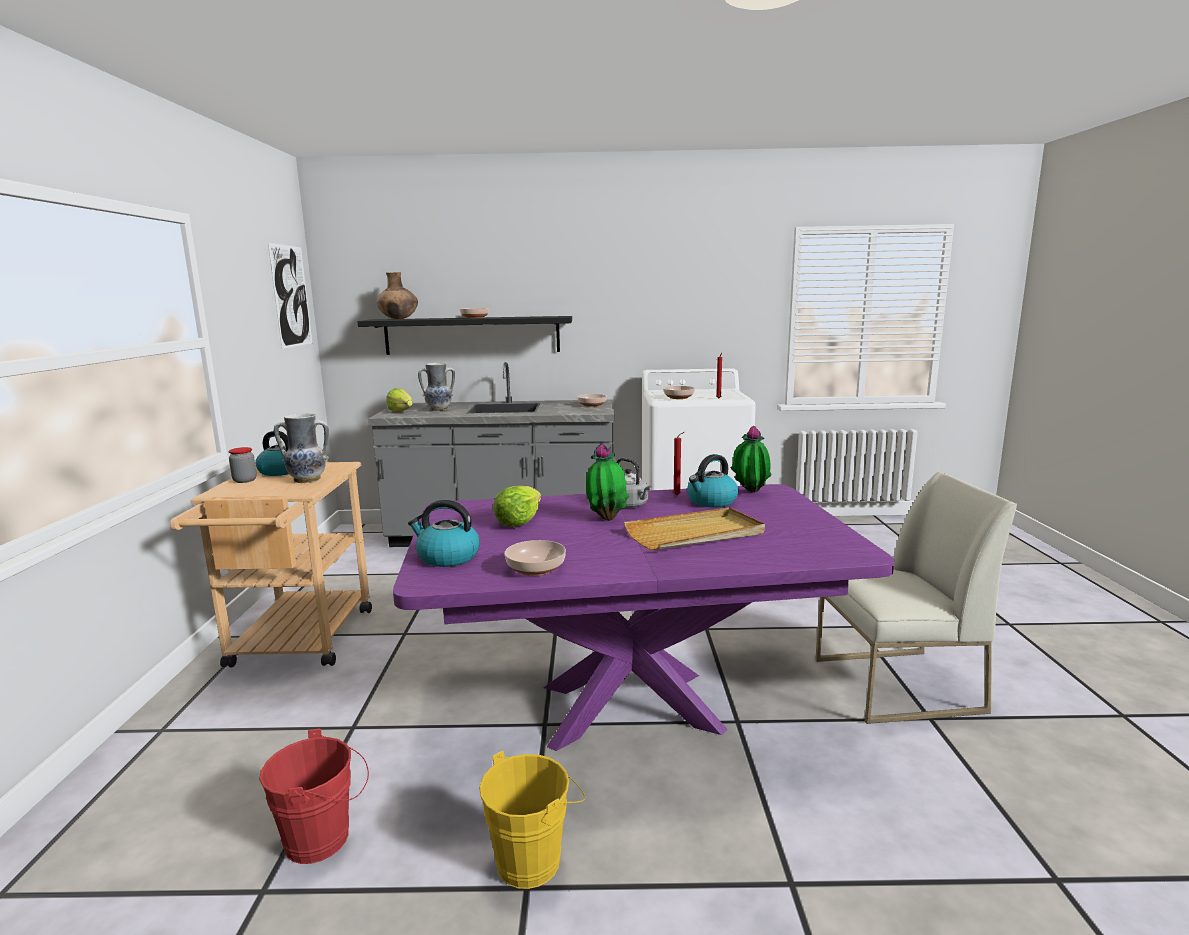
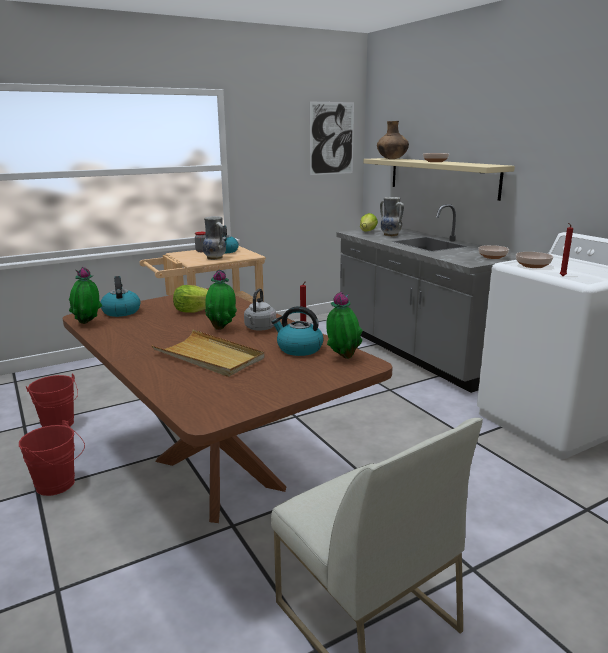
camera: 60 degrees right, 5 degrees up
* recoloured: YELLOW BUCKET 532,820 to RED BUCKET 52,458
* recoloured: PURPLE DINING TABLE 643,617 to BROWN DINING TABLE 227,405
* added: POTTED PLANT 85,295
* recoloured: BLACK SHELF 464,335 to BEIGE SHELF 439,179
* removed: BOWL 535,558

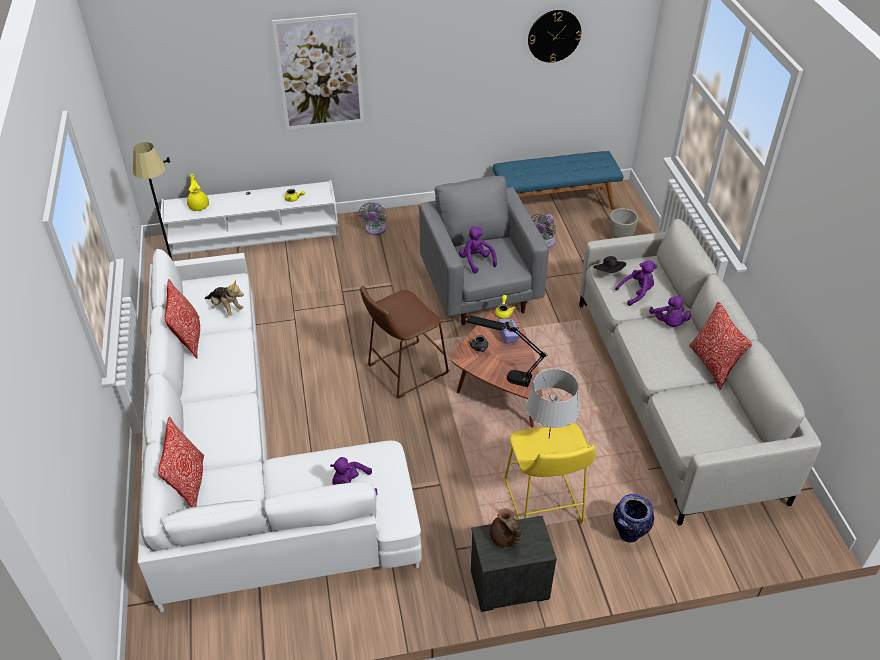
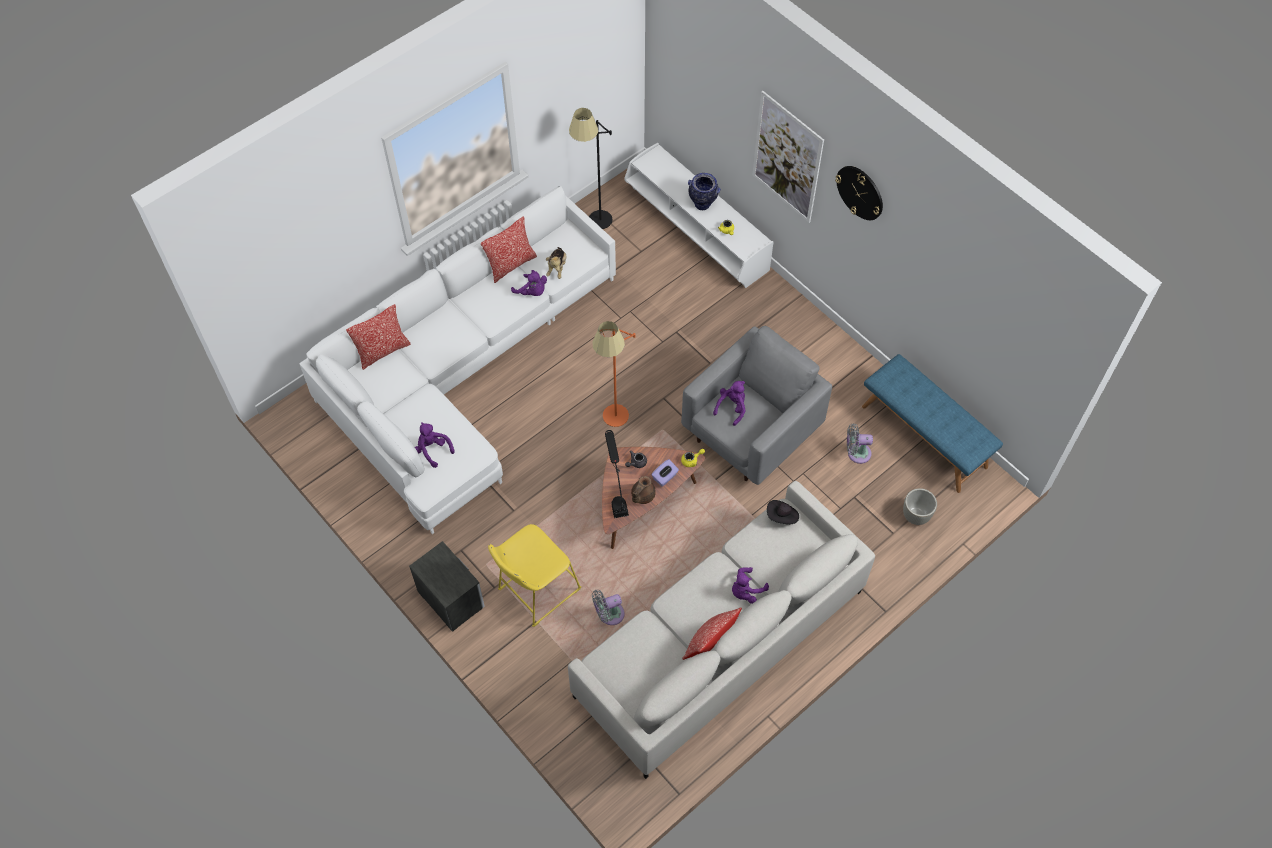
camera: 60 degrees right, 15 degrees up
* moved: PURPLE PLUSH TOY 636,283 to 529,283
* replaced: BROWN STOOL 404,342 to ORANGE FLOOR LAMP 614,374
* moved: GREY FAN 373,218 to 608,607
* moved: BROWN TEAPOT 505,528 to 643,490
* moved: VASE 633,518 to 704,191
* moved: WALL CLOCK 554,36 to 859,193
* removed: YELLOW TEAPOT 198,192
* removed: GREY TABLE LAMP 553,403

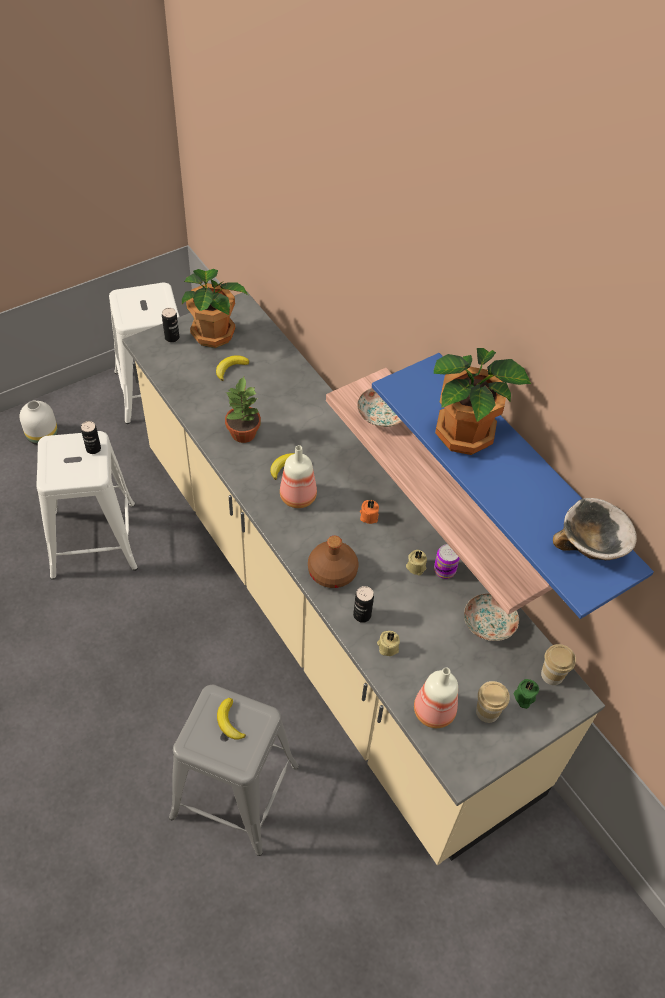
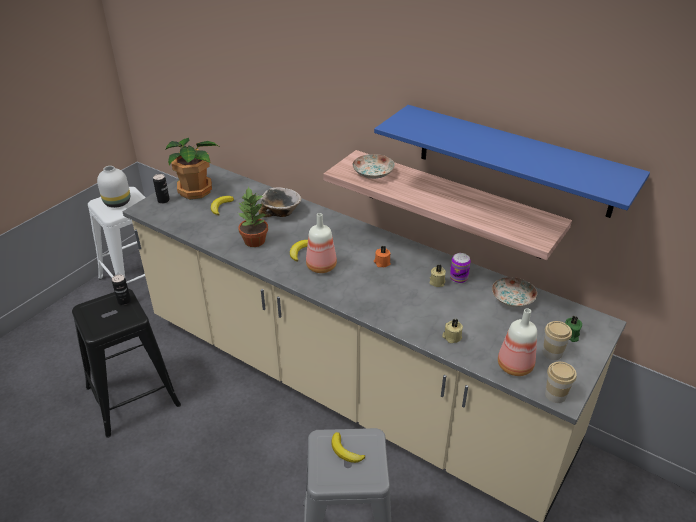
camera: 20 degrees left, 15 degrees down
* recoloured: WHITE STOOL 87,505 to BLACK STOOL 126,363
* moved: WHITE VASE 39,423 to 113,187
* moved: BOWL 595,529 to 279,202
* moved: CUP 558,664 to 561,382
* removed: BROWN BOTTLE 333,562
* removed: CAN 363,604
* removed: POTTED PLANT 482,401

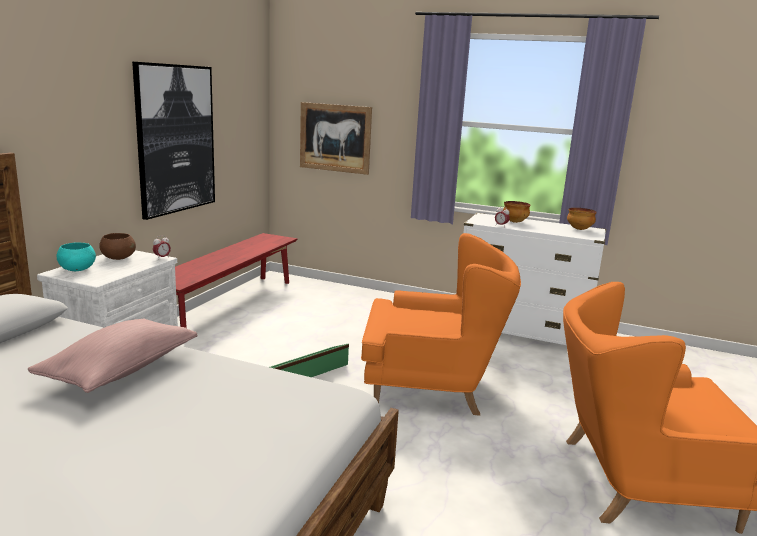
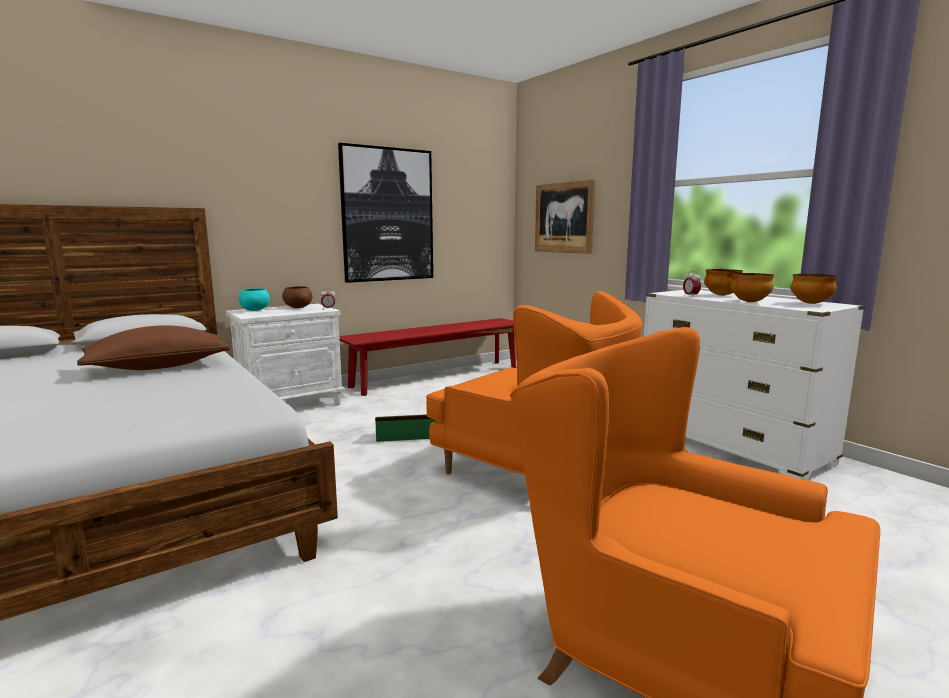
camera: 35 degrees right, 5 degrees down
* recoloured: PINK PILLOW 113,355 to BROWN PILLOW 153,347
* added: BOWL 752,287

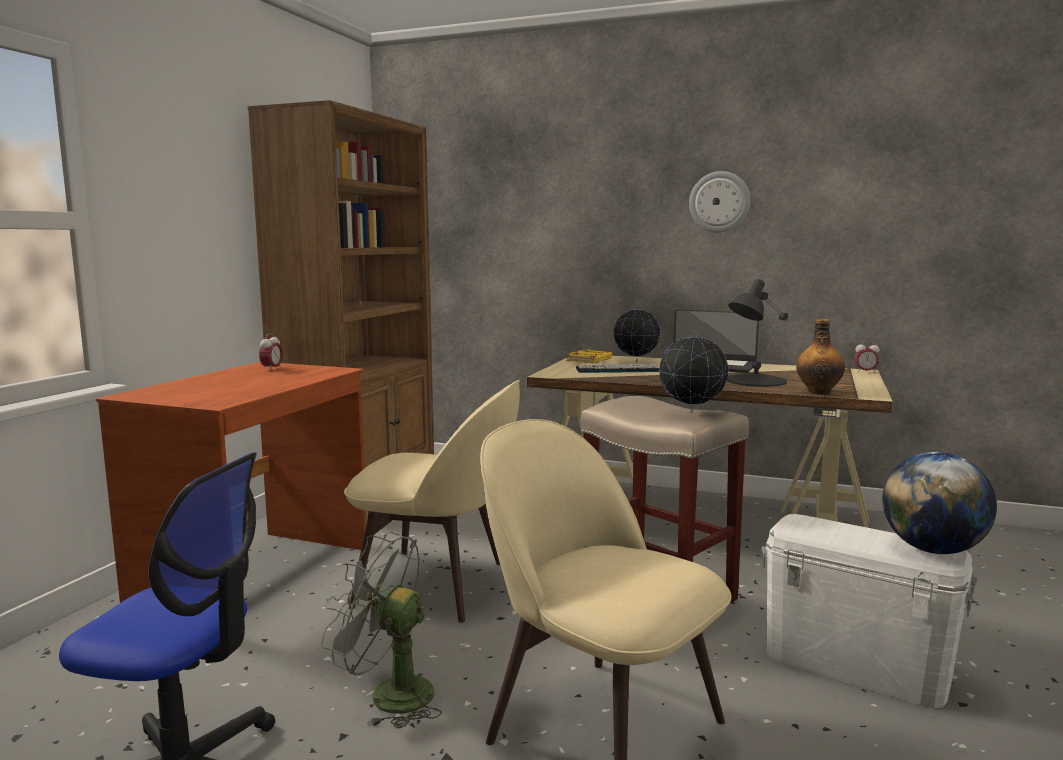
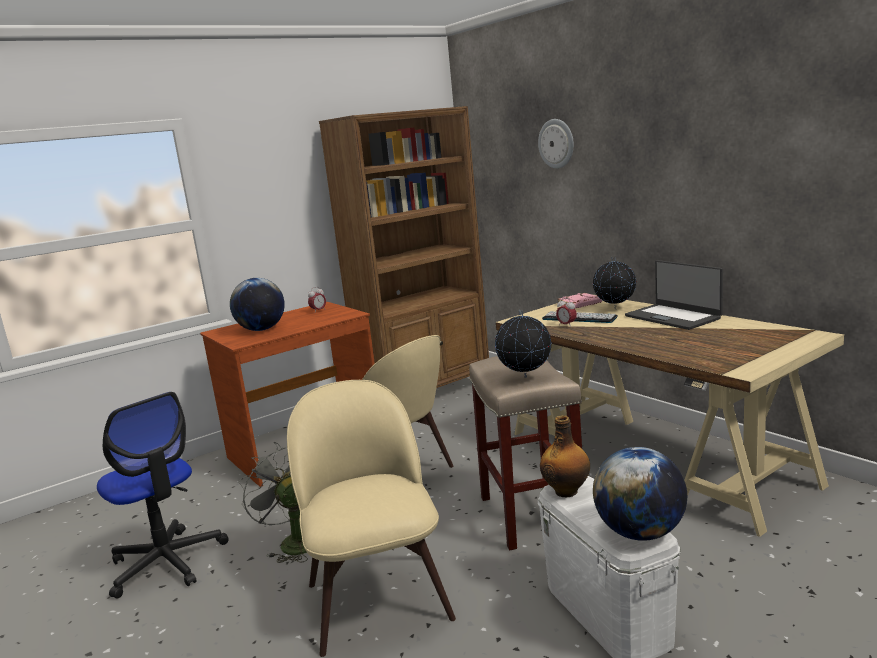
camera: 35 degrees right, 5 degrees up
* added: GLOBE 257,304
* moved: WALL CLOCK 719,201 to 556,144
* moved: BOTTLE 820,357 to 565,456
* moved: ALARM CLOCK 866,357 to 566,312
* recoloured: YELLOW BOOK 589,356 to PINK BOOK 580,300
* removed: BLACK TABLE LAMP 757,333

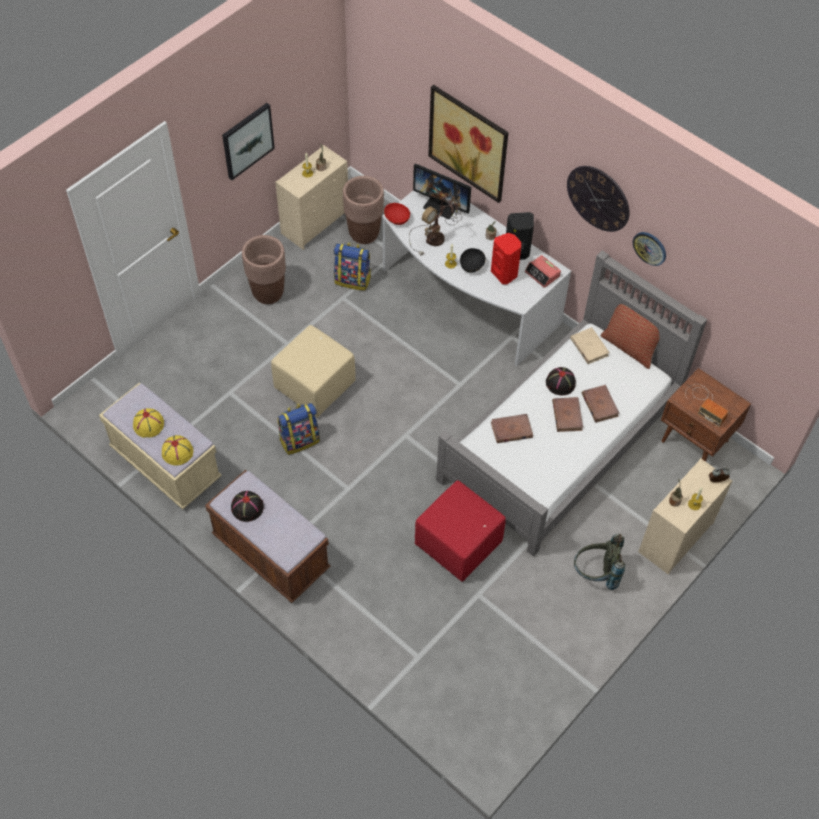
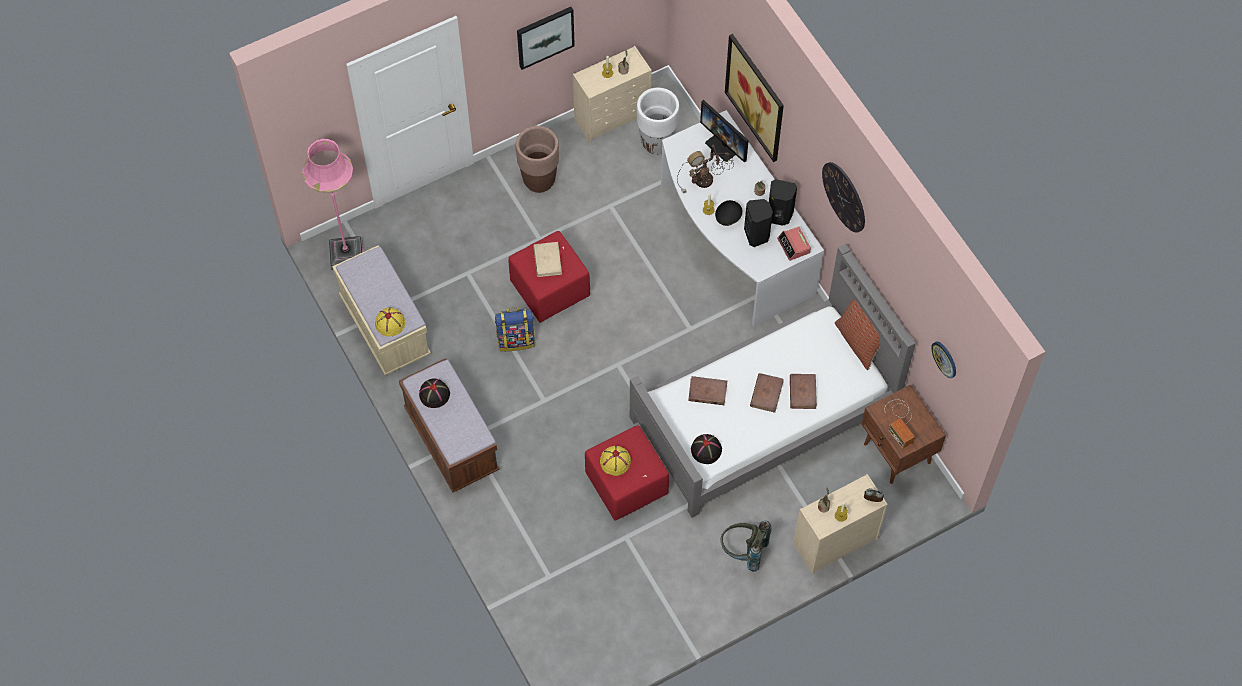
camera: 20 degrees right, 5 degrees up
* added: PINK FLOOR LAMP 332,204
* recoloured: BEIGE OTTOMAN 313,371 to RED OTTOMAN 549,277
* moved: BEIGE BOOK 590,345 to 547,259
* moved: YELLOW HAT 148,423 to 615,461
* recoloured: BROWN PLANTER 363,210 to WHITE PLANTER 658,121
* moved: BLACK HAT 561,381 to 706,449
* recoloured: RED SPEAKER 506,259 to BLACK SPEAKER 758,223
* moved: WALL CLOCK 649,249 to 943,360
* removed: BACKPACK 352,266
* removed: RED BOWL 397,214

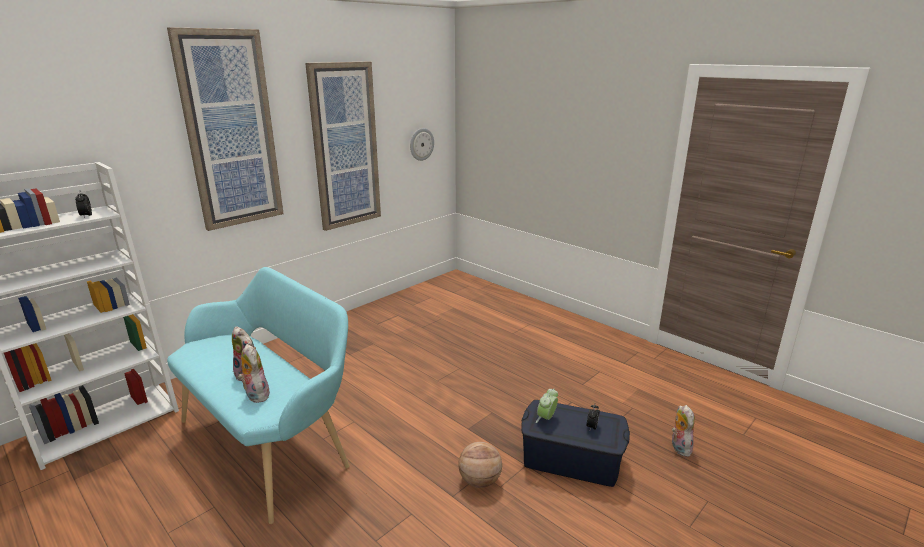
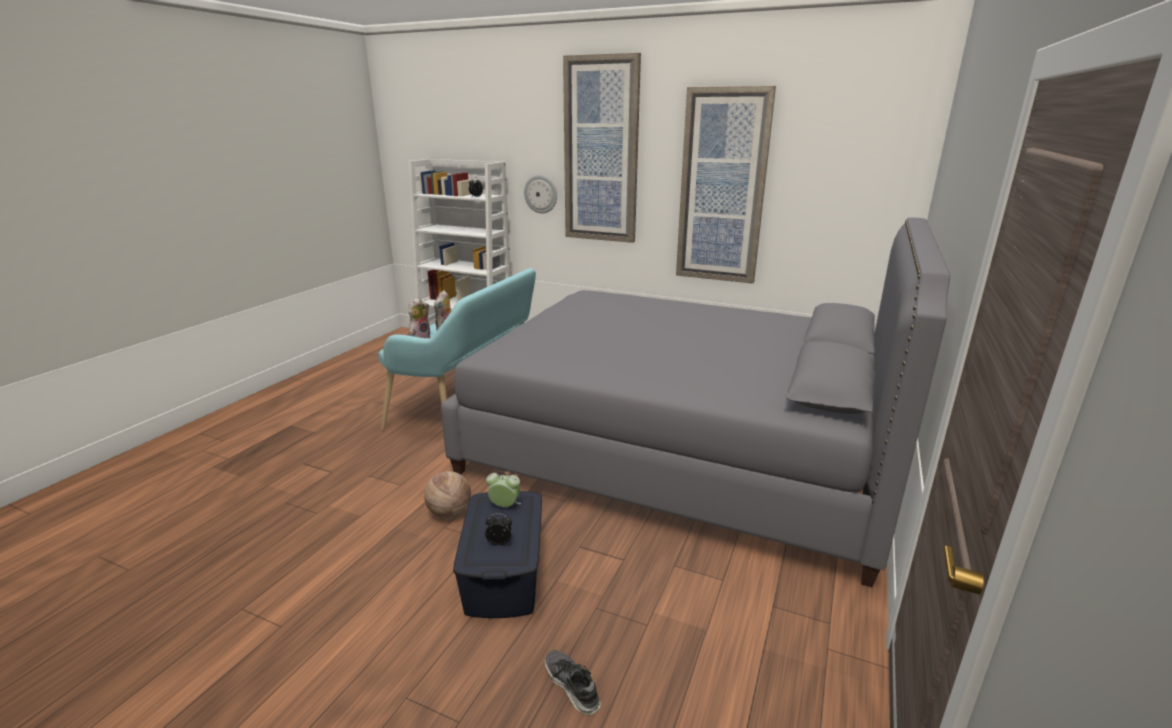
camera: 70 degrees right, 0 degrees up
* added: GREY BED 695,402
* moved: WALL CLOCK 422,144 to 540,194
* replaced: PLUSH TOY 683,431 to SHOE 573,682

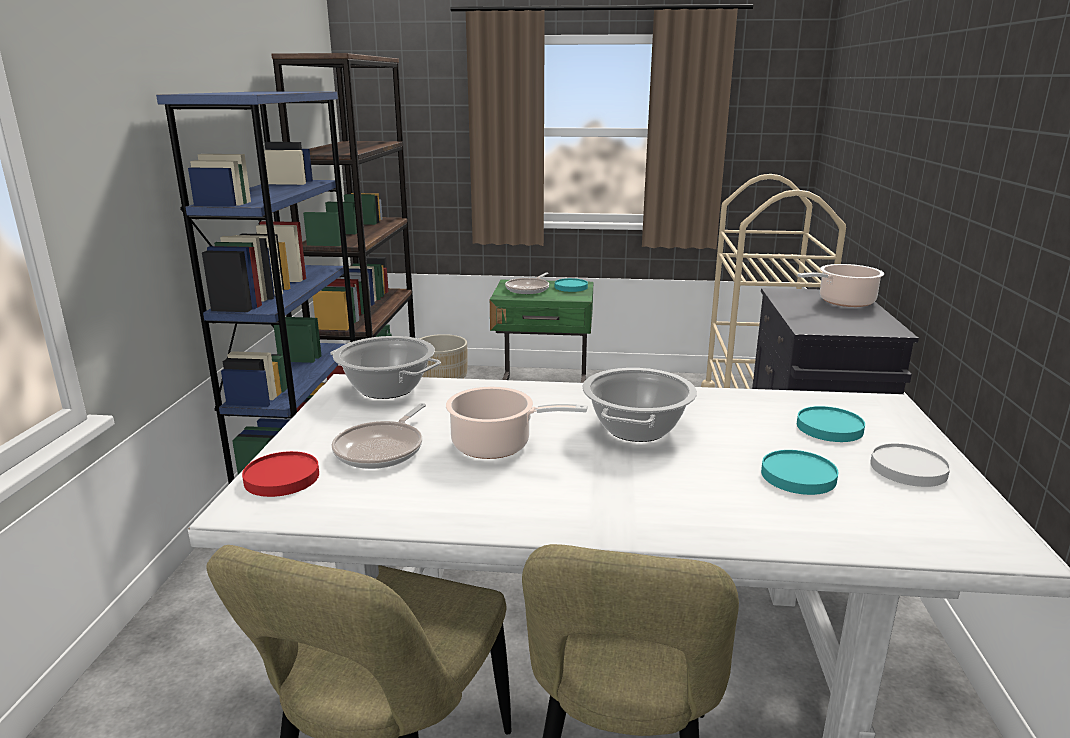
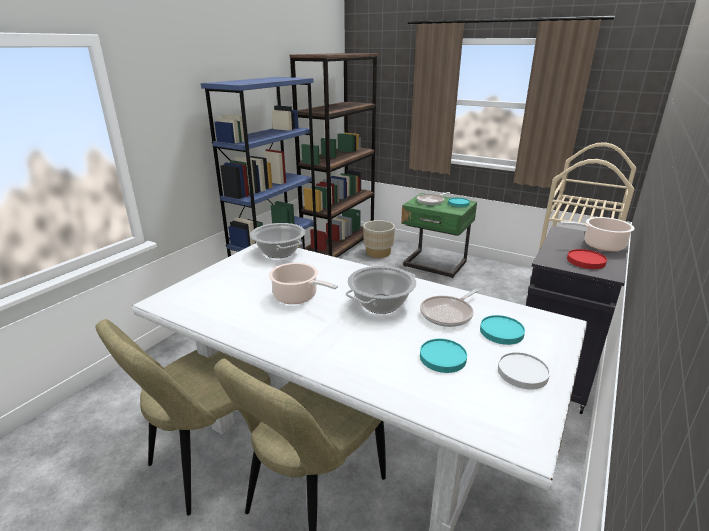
camera: 25 degrees right, 5 degrees up
* moved: FRYING PAN 379,436 to 449,308
* moved: RED PLATE 280,474 to 587,259

